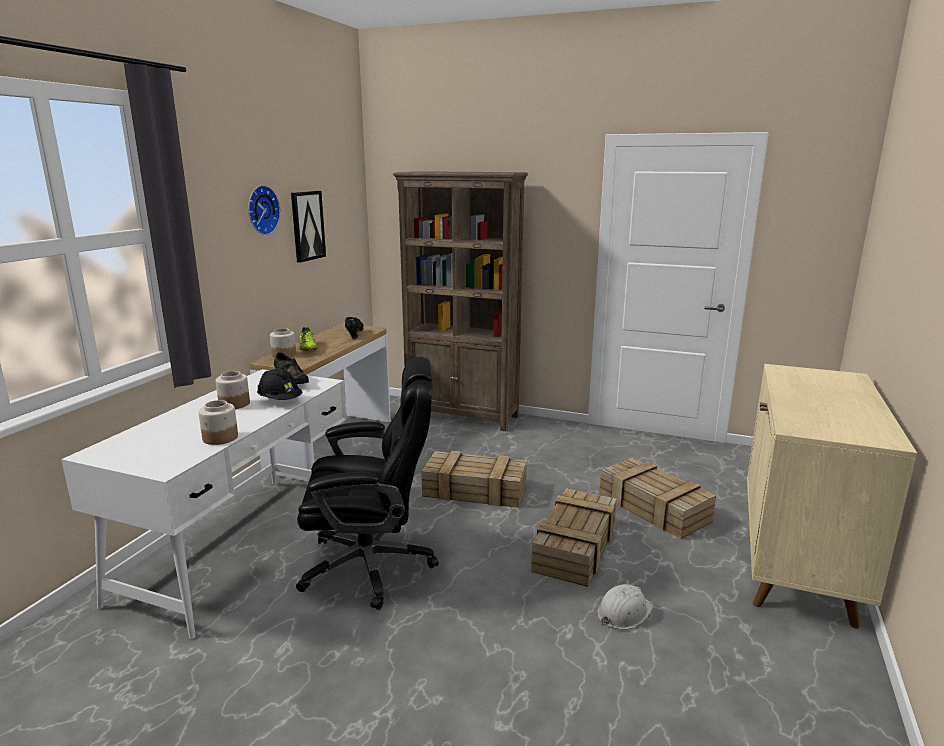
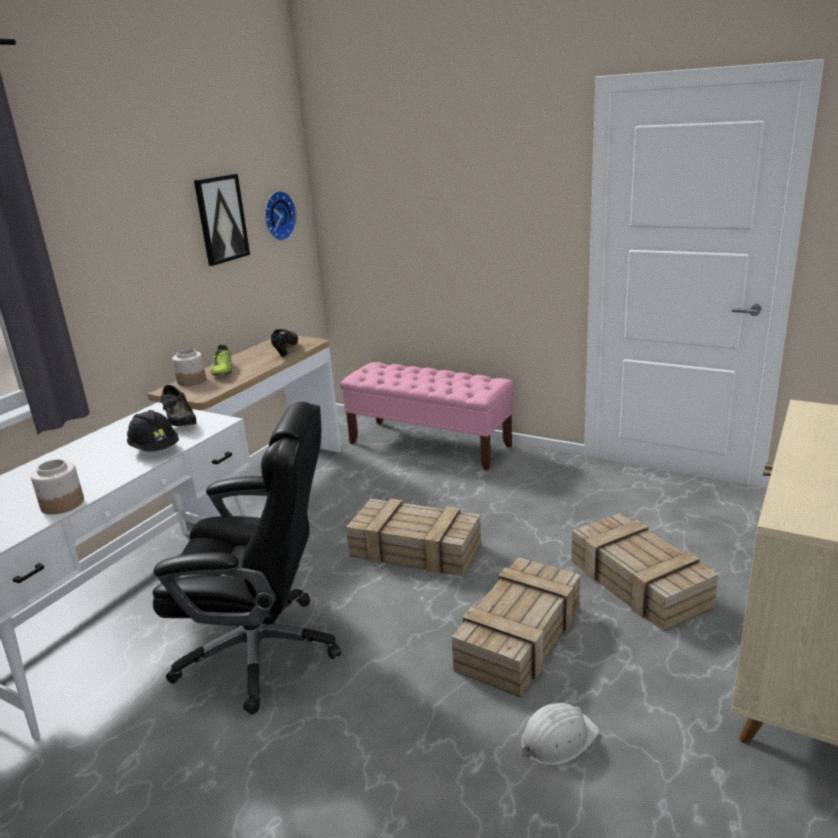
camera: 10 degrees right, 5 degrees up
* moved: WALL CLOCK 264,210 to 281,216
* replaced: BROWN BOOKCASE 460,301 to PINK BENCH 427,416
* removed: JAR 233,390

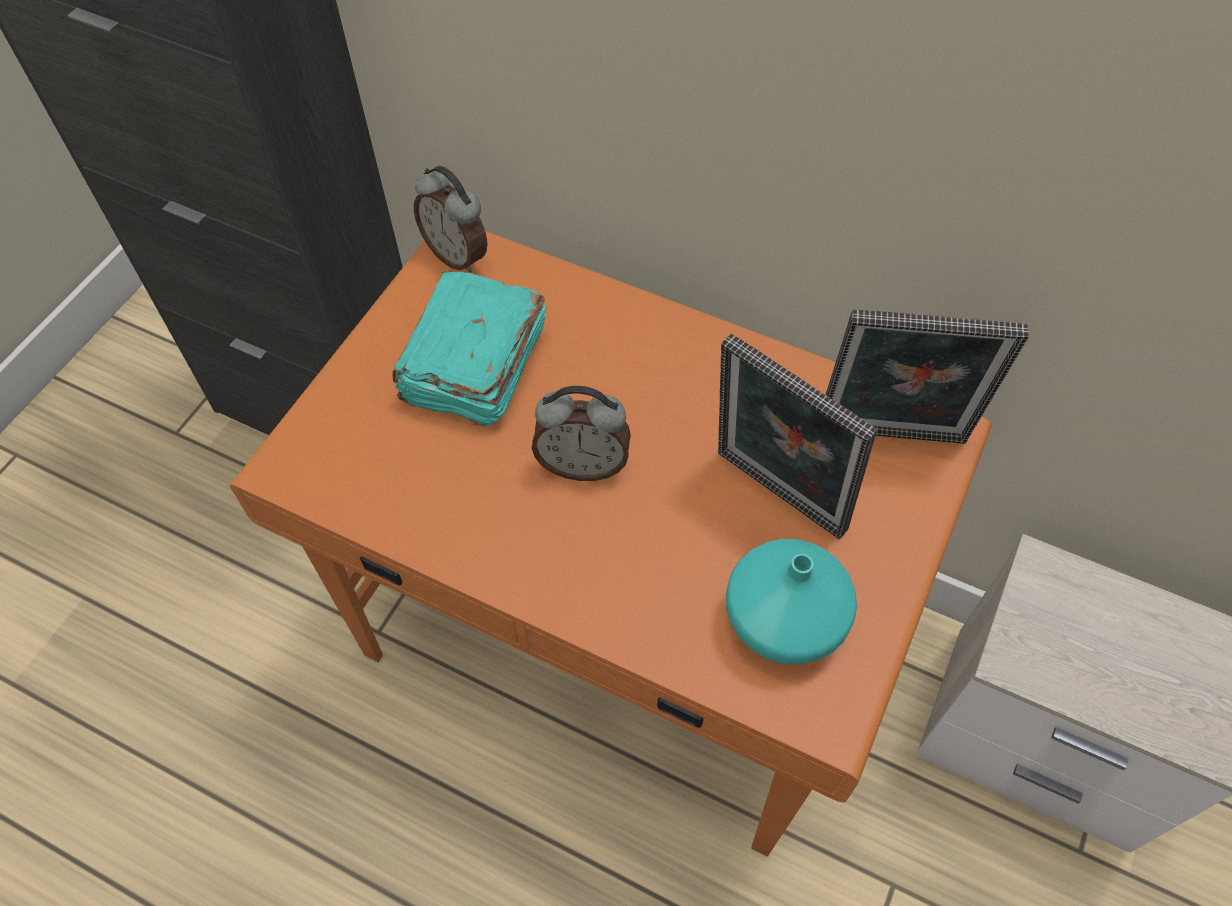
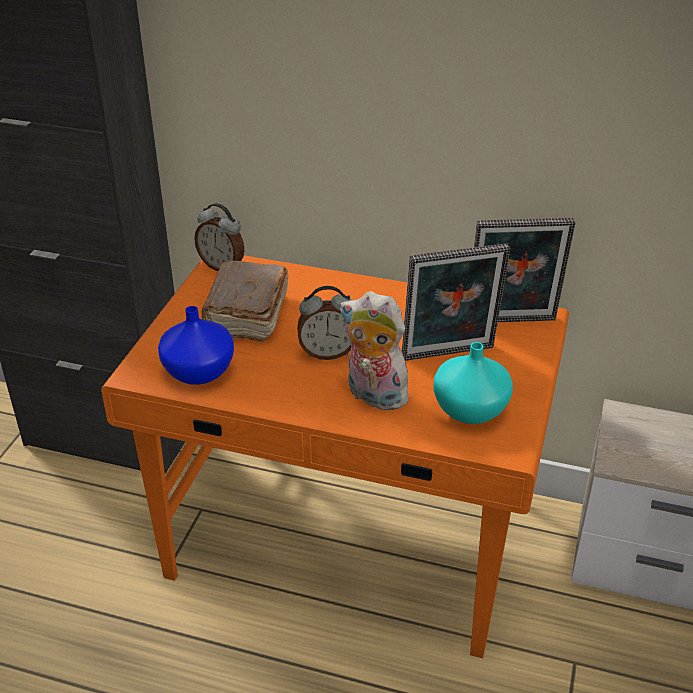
camera: 10 degrees left, 20 degrees down
* added: BLUE VASE 196,345
* recoloured: TURQUOISE BOOK 469,348 to BROWN BOOK 245,301
* added: PLUSH TOY 378,350
* turned: PICTURE FRAME 797,436 = 456,302 45 degrees counterclockwise

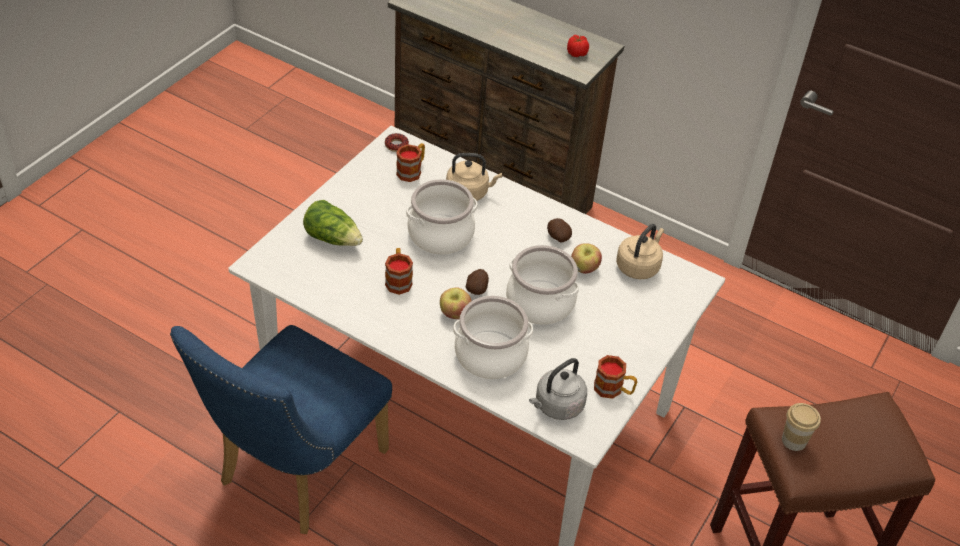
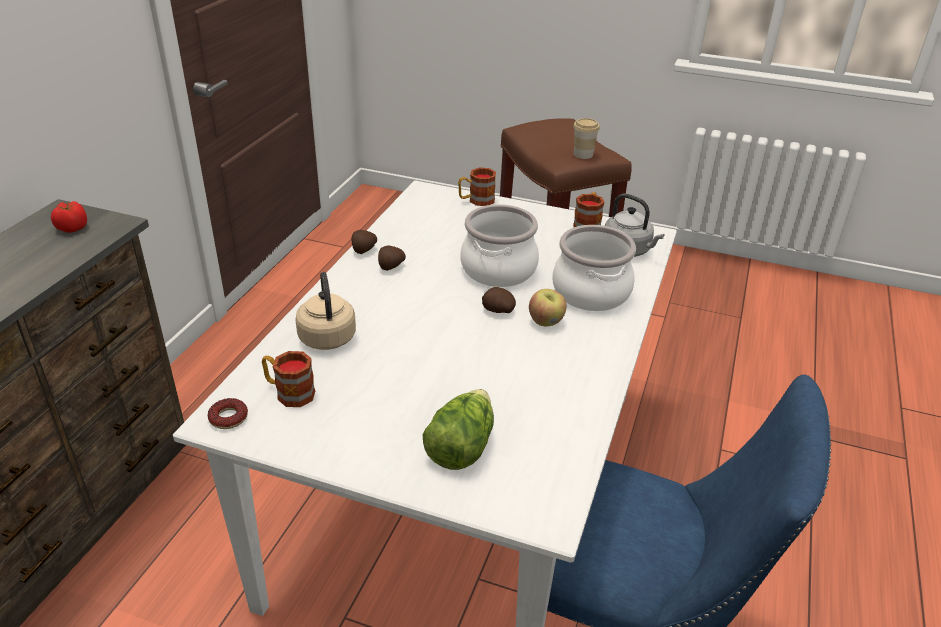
camera: 100 degrees left, 10 degrees down
* added: POTATO 364,242
* moved: MUG 399,271 to 477,187
* removed: COOKING POT 442,217
* removed: APPLE 586,258
* removed: BEIGE KETTLE 640,251

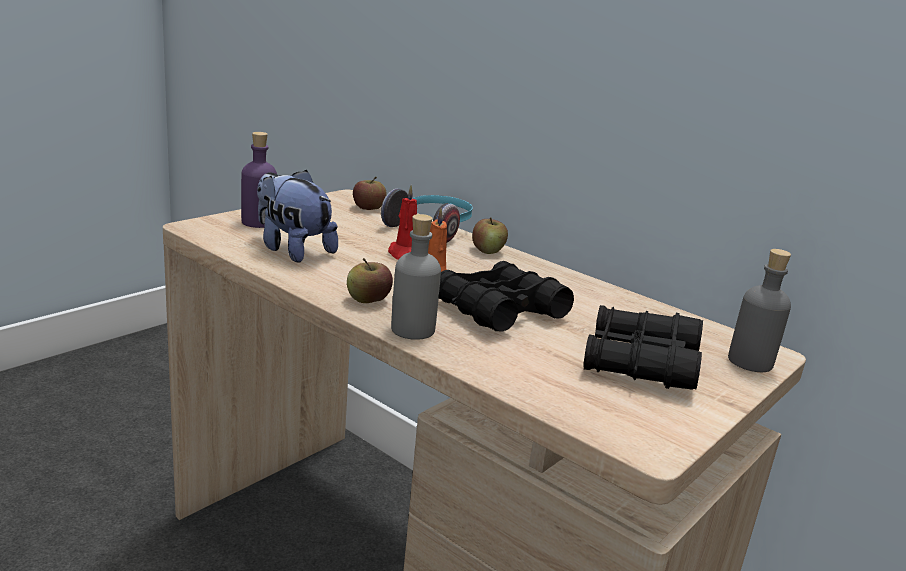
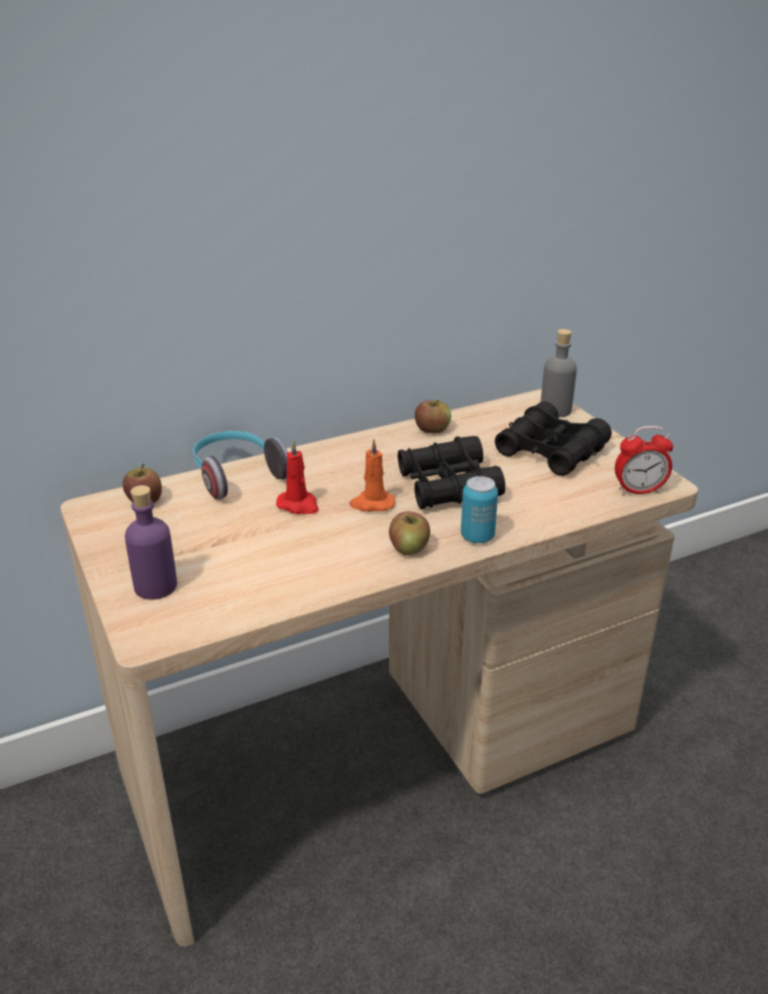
camera: 65 degrees left, 10 degrees up
* moved: APPLE 490,235 to 433,416
* replaced: GREY BOTTLE 416,277 to CAN 479,509
* added: ALARM CLOCK 644,460
* removed: PLUSH TOY 297,216

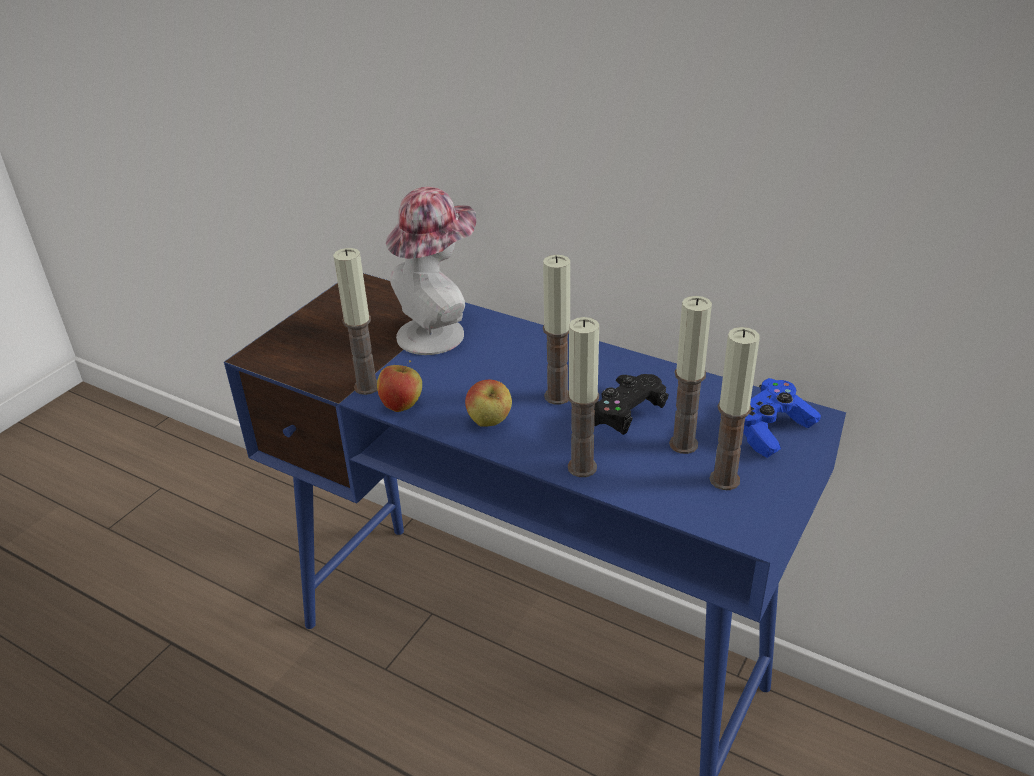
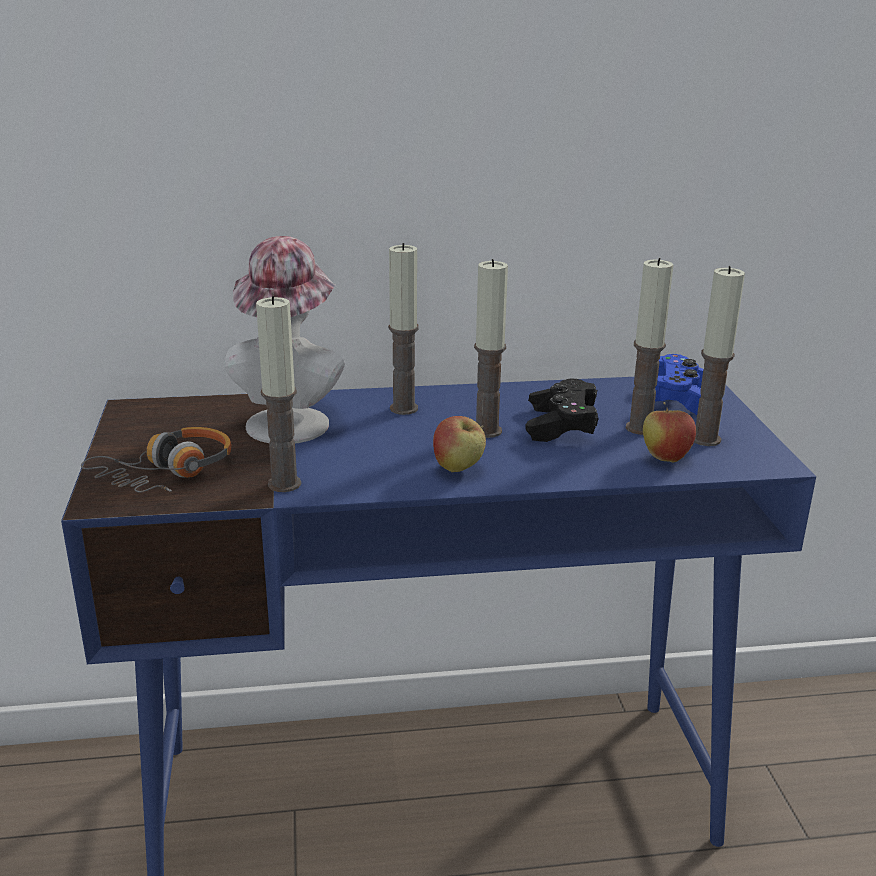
camera: 40 degrees left, 10 degrees down
* added: HEADPHONES 156,460
* moved: CANDLE 583,397 to 403,329
* moved: APPLE 399,386 to 669,432

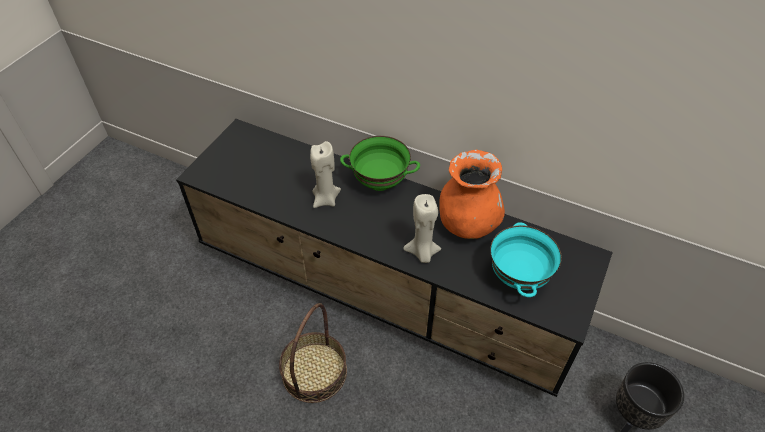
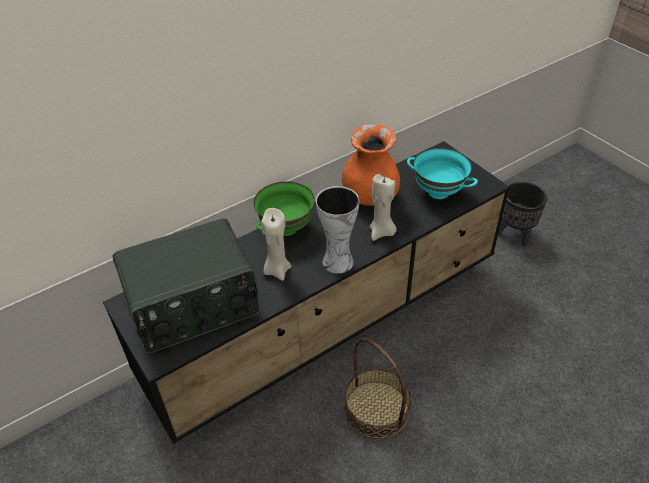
camera: 60 degrees left, 5 degrees down
* added: RADIO 186,285
* added: VASE 338,230

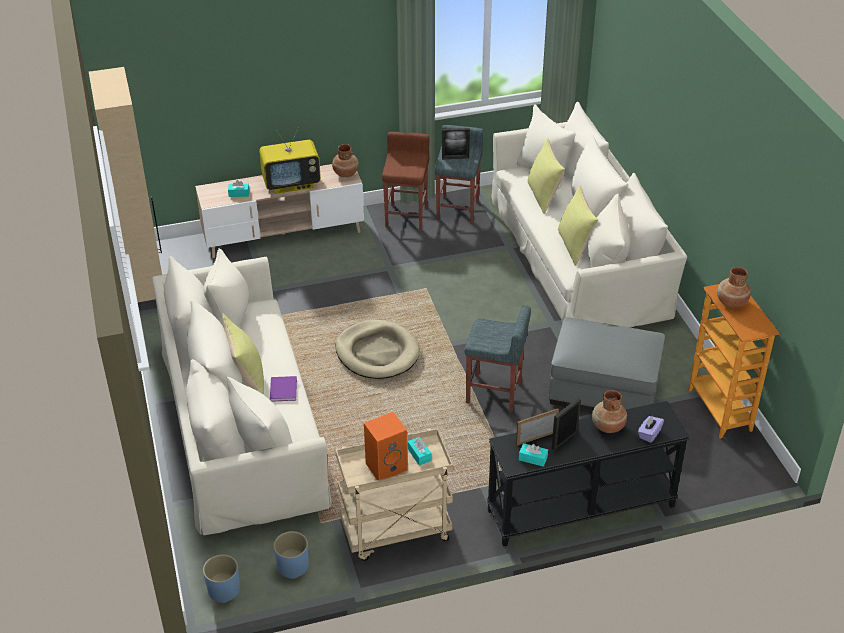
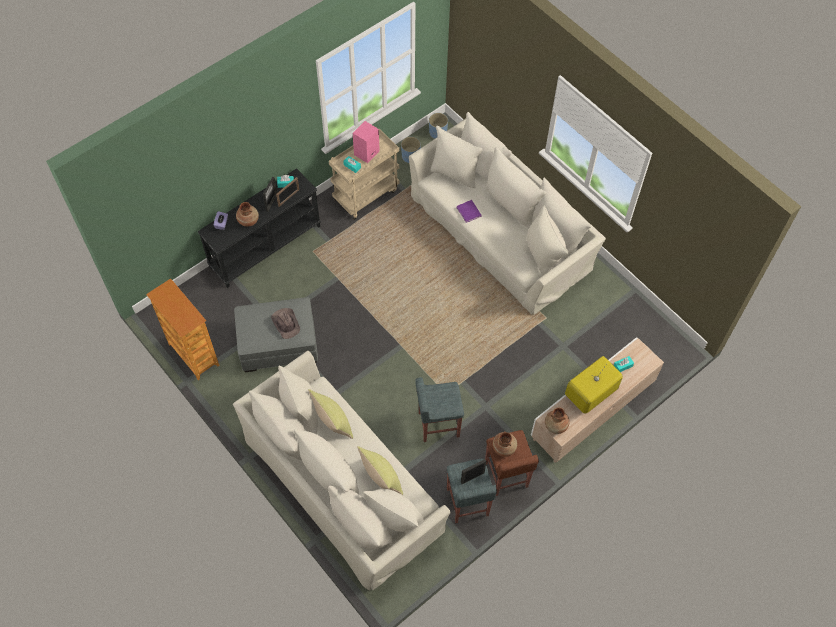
camera: 155 degrees right, 20 degrees up
* added: BROWN HAT 285,323
* recoloured: ORANGE SPEAKER 386,446 to PINK SPEAKER 366,142
* moved: GREY STOOL 497,358 to 439,409
* moved: BROWN VASE 734,287 to 504,444
* removed: BEIGE CABINET 125,189
* removed: YELLOW PILLOW 243,354
* removed: BEIGE DOG BED 377,349

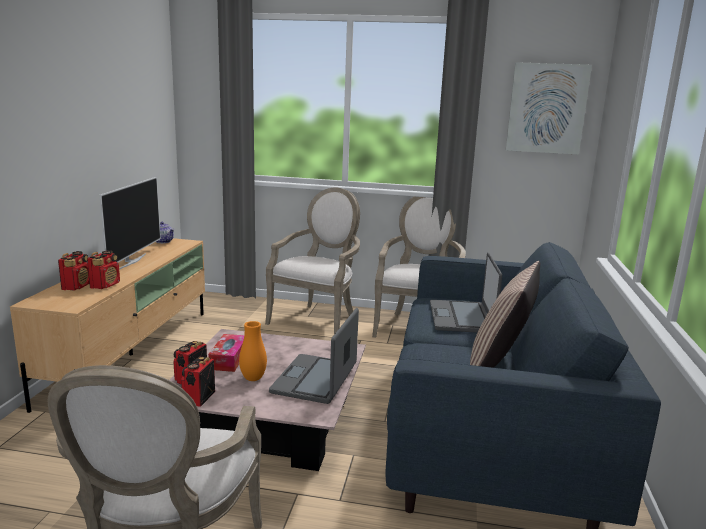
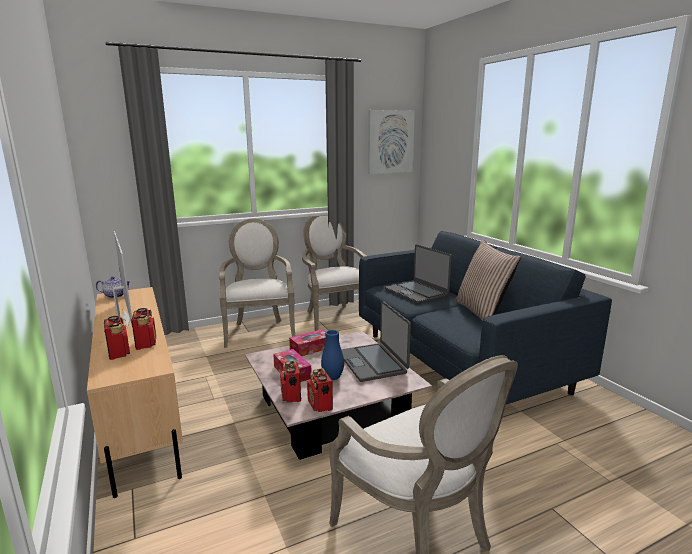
camera: 35 degrees left, 0 degrees up
* added: TISSUE BOX 307,342
* recoloured: ORANGE VASE 253,351 to BLUE VASE 332,355

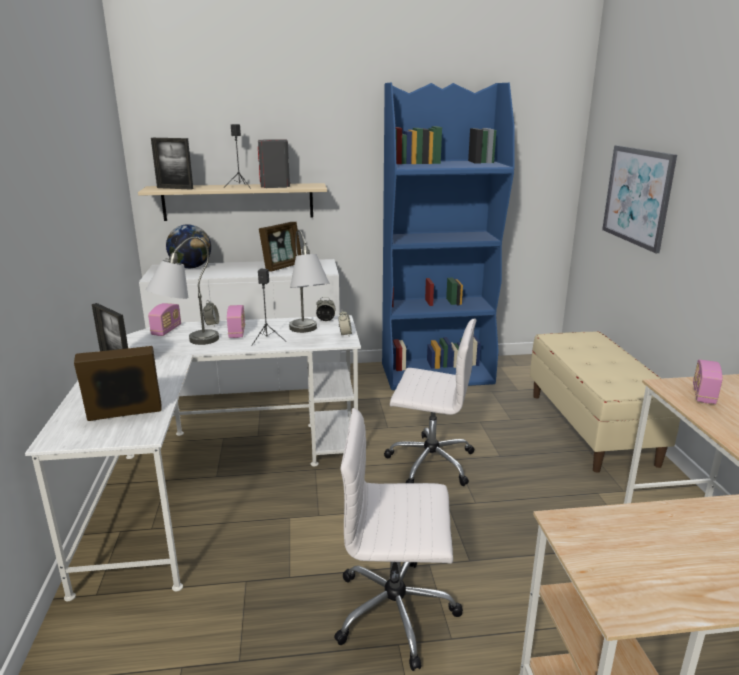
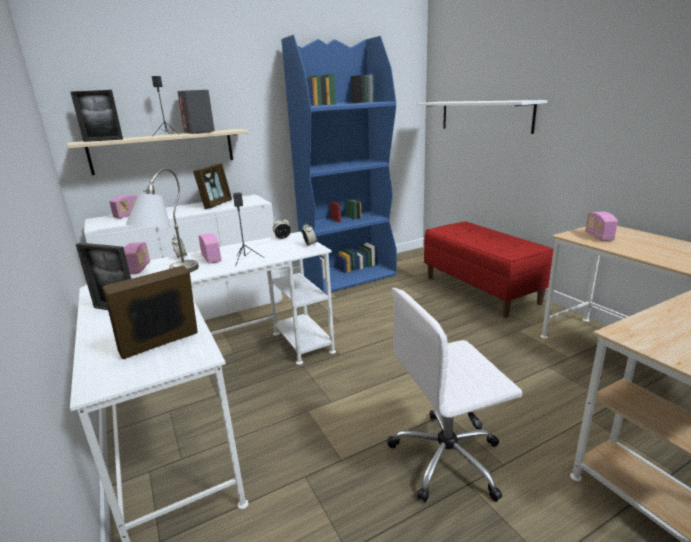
camera: 20 degrees left, 0 degrees up
* replaced: GLOBE 188,246 to RADIO 123,207
* replaced: PICTURE 639,199 to WHITE SHELF 482,117
* recoloured: BEIGE BENCH 605,402 to RED BENCH 489,269
* removed: GREY TABLE LAMP 309,281
* removed: WHITE OFFICE CHAIR 430,402

